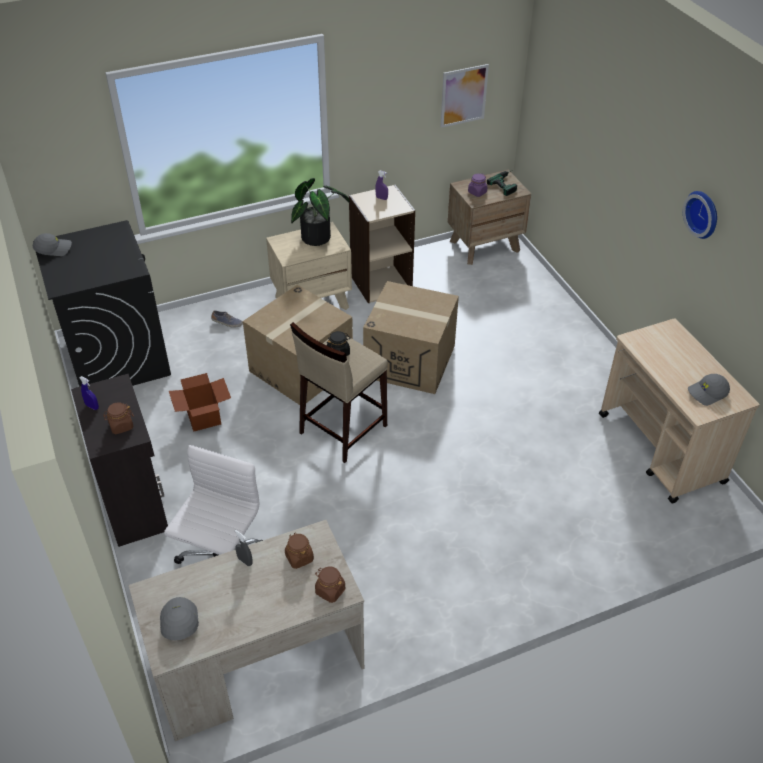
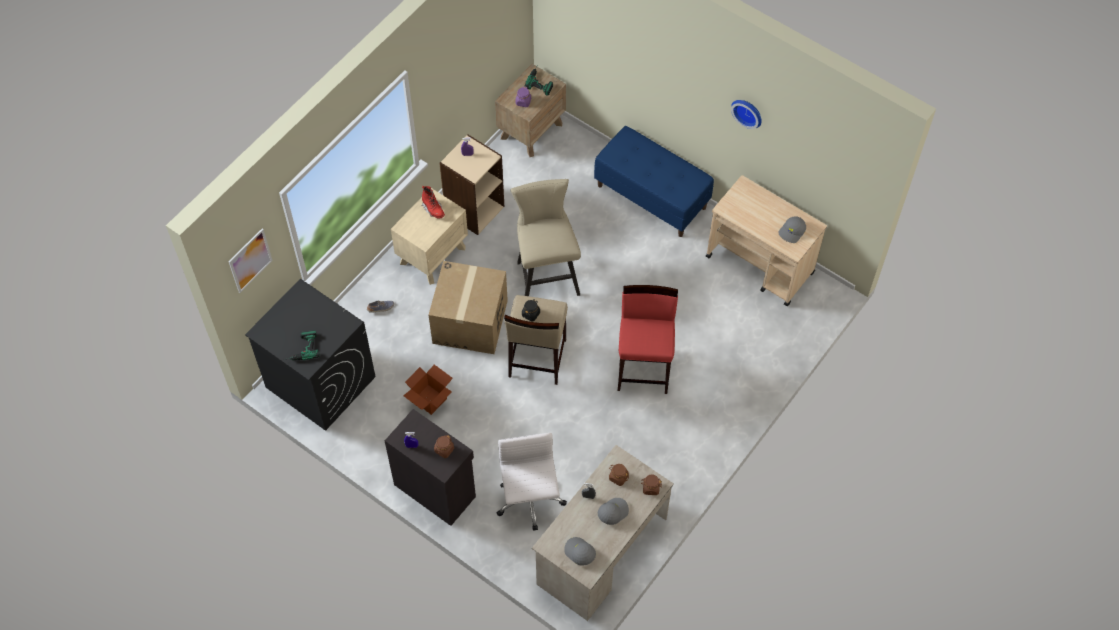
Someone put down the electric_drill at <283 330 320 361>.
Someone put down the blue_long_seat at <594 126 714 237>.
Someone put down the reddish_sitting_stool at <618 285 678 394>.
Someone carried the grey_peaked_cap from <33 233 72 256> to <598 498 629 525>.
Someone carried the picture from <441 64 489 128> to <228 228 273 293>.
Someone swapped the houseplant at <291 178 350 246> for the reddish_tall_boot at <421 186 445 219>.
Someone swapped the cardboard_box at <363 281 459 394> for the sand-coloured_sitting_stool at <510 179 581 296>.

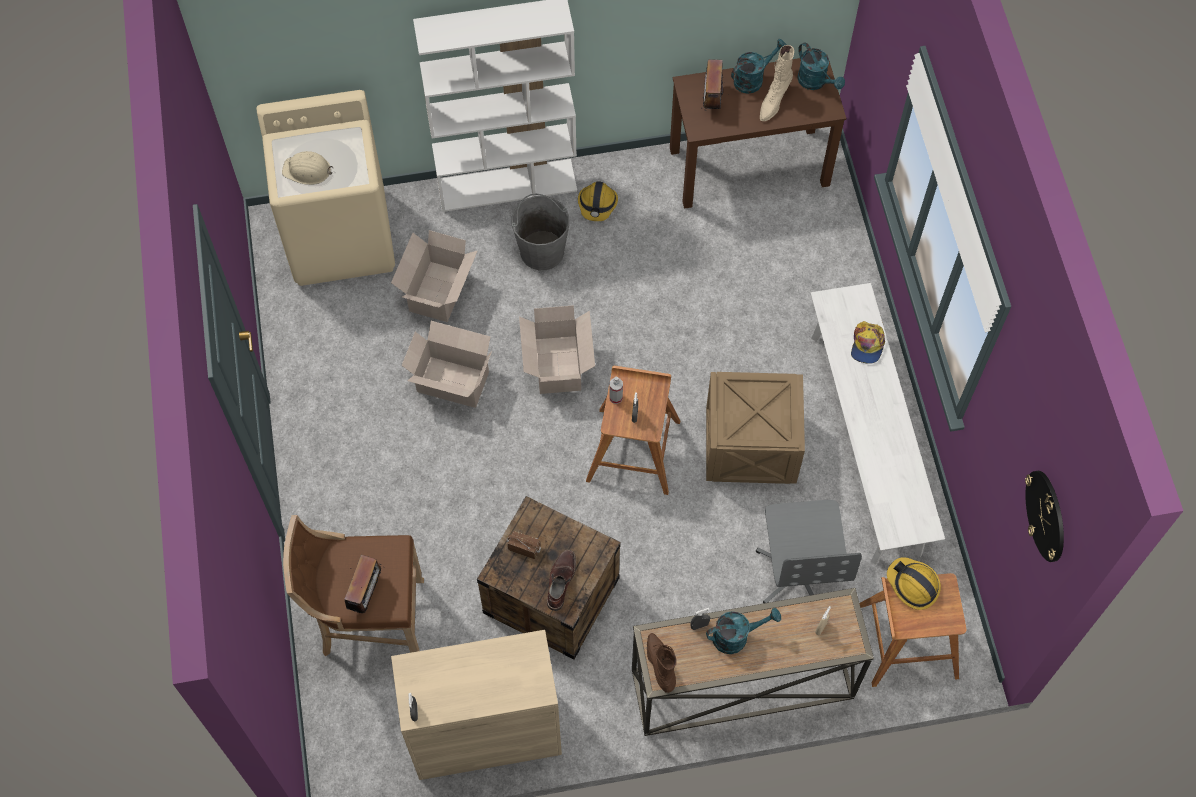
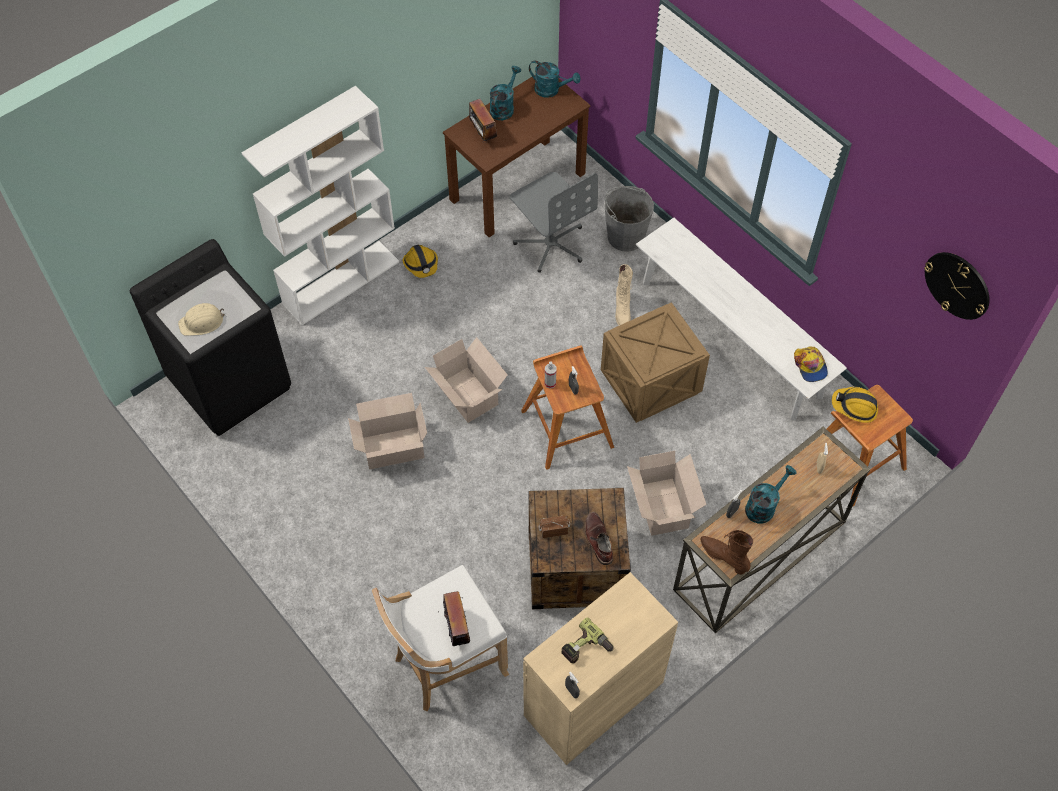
Someone put down the electric_drill at <561 617 614 664>.
Someone carried the cardboard_box from <391 230 478 322> to <627 451 707 536>.
Someone carried the grey_pail from <512 193 570 270> to <604 186 654 252>.
Someone carried the grey_office_chair from <756 500 862 603> to <510 172 598 273>.
Someone carried the sand-coloured_tall_boot from <760 45 794 121> to <615 264 633 326>.
Someone carried the peaked_cap from <851 321 885 364> to <794 347 828 382>.
Someone repainted the sand-coloured_laundry_appliance at <256 90 395 286>, which became the black-coloured_laundry_appliance at <130 239 291 436>.
Someone repainted the brownish_sitting_stool at <283 515 424 657>, which became the white_sitting_stool at <372 565 509 712>.

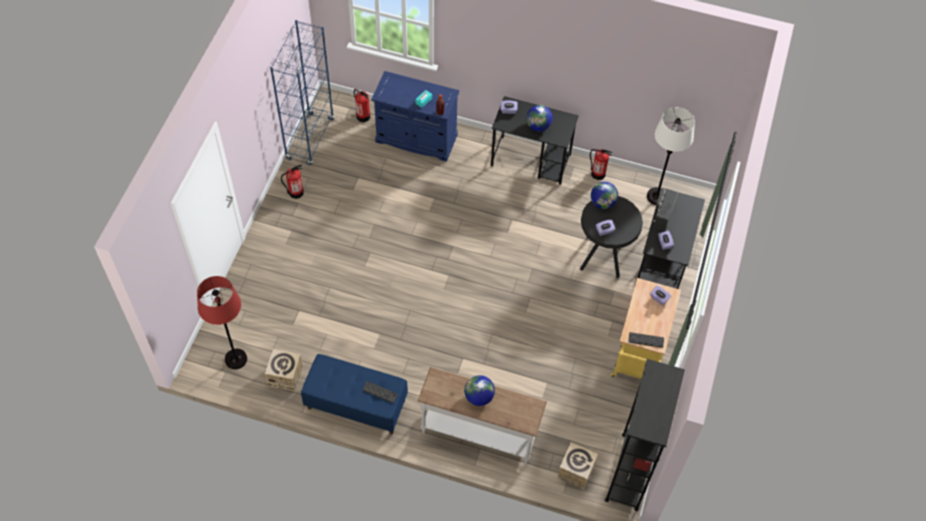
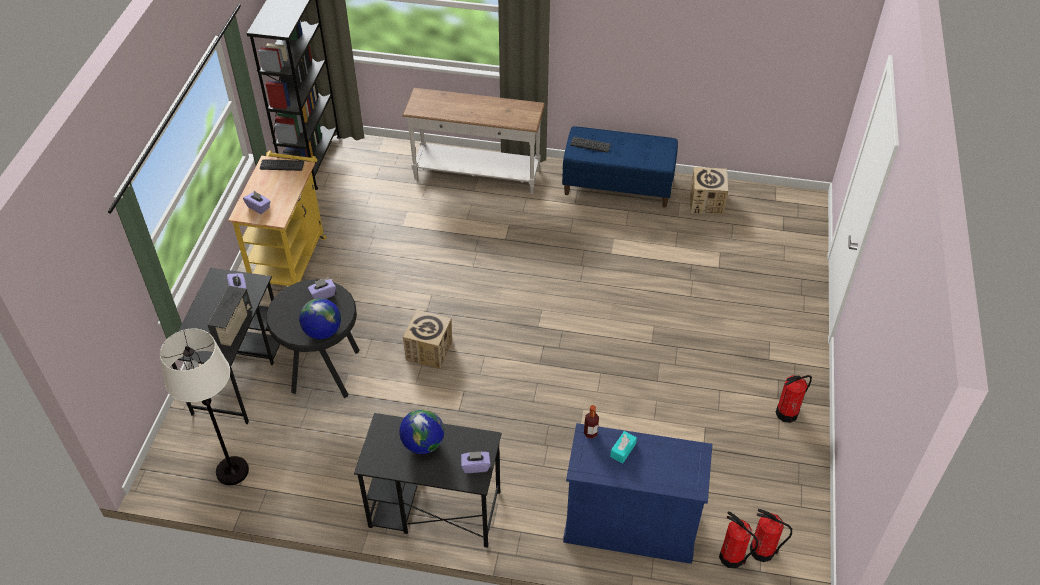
Someone took away the reddish_standard_lamp at <197 276 247 369>.
Someone took away the blue_bookcase at <270 20 334 165>.
Someone took away the world_globe at <464 375 495 406>.
Someone carried the cardboard_box from <558 442 598 490> to <403 310 452 369>.
Someone carried the fire_extinguisher from <590 149 613 180> to <750 509 792 562>.

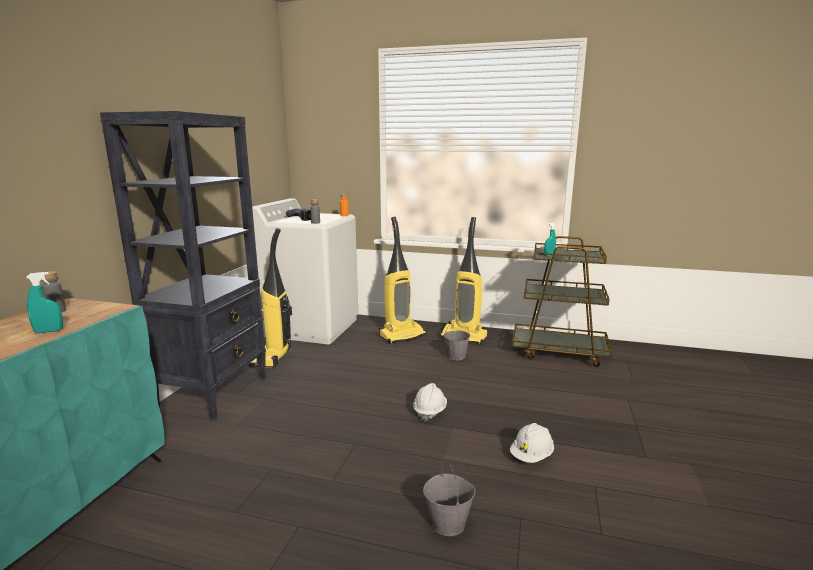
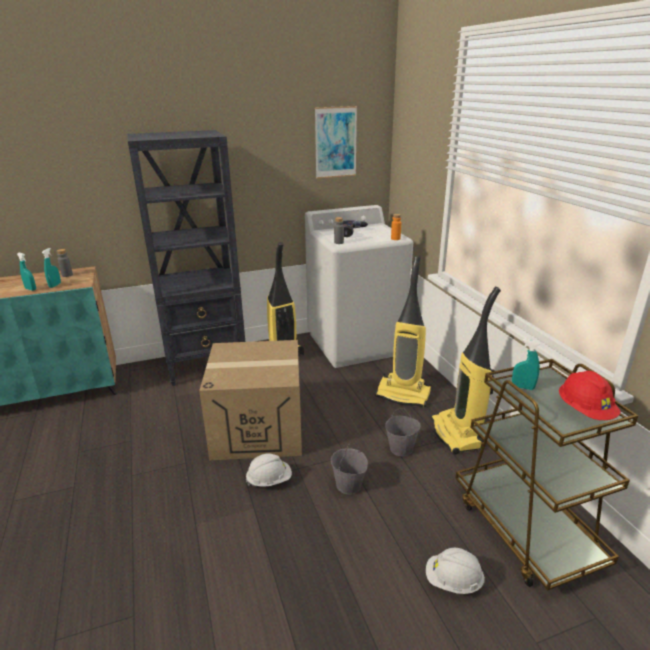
Someone put down the turquoise-coloured_sprayer at <42 248 61 288>.
Someone put down the cardboard_box at <199 340 302 460>.
Someone put up the picture at <315 106 357 179>.
Someone put down the reddish_safety_helmet at <559 371 620 420>.
Someone carried the grey_pail from <423 463 475 536> to <331 442 368 495>.
Someone carried the white_safety_helmet from <510 423 554 463> to <426 548 485 594>.

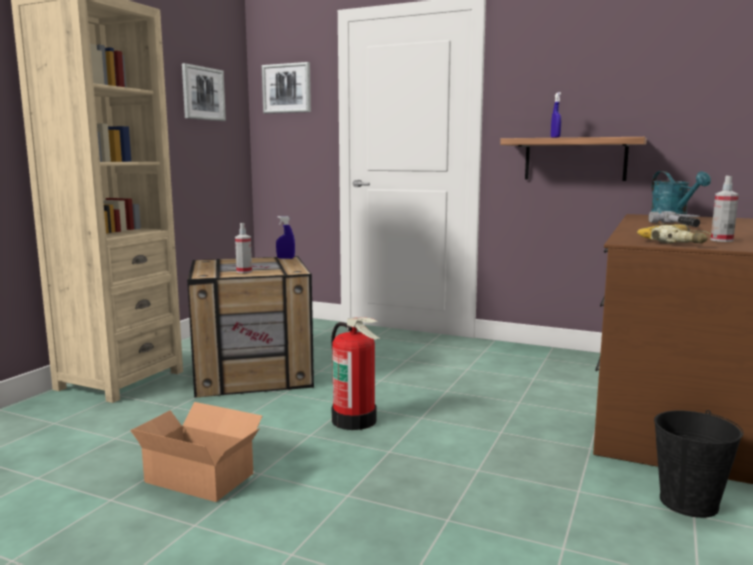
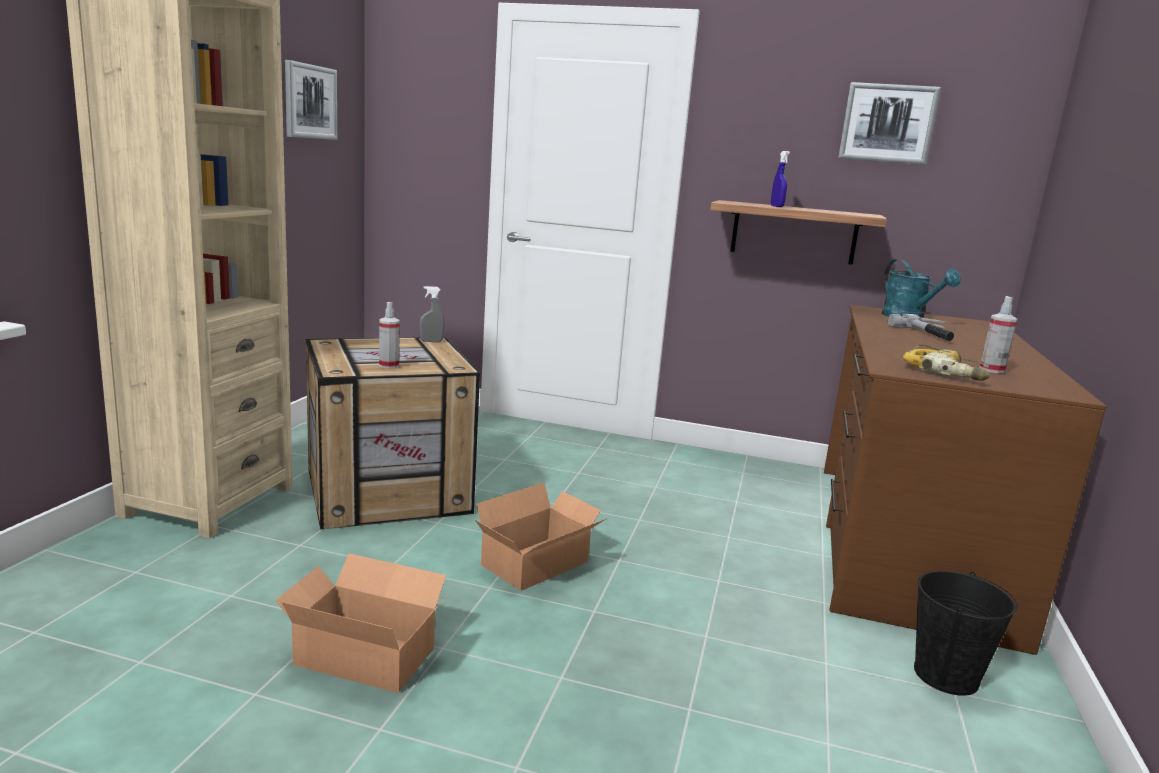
Someone carried the picture from <262 62 311 114> to <838 82 941 165>.
Someone swapped the fire_extinguisher at <331 317 380 430> for the cardboard_box at <474 482 607 591>.
Someone repainted the blue_sprayer at <276 216 295 259>, which became the grey_sprayer at <419 286 445 342>.

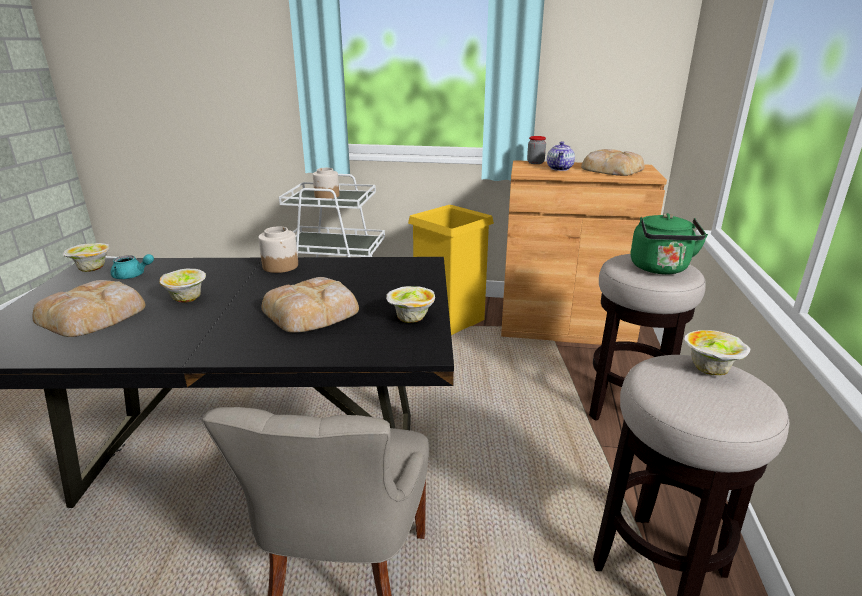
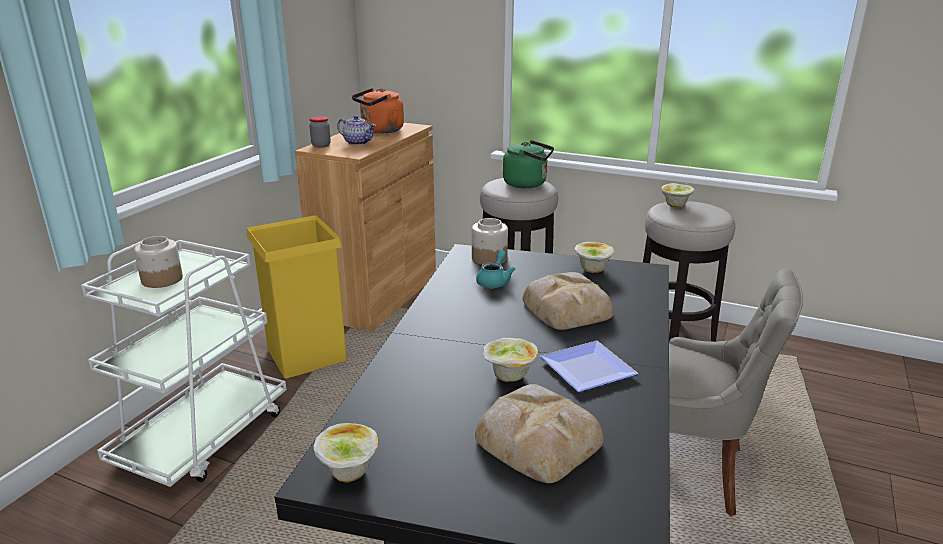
Someone put down the dinner_plate at <540 341 639 392>.
Someone carried the turquoise-coloured_pot_for_tea from <111 254 154 279> to <476 250 515 288>.
Someone carried the preserve_jar from <258 226 298 273> to <472 218 508 265>.
Someone swapped the bakery_bread at <581 149 644 176> for the orangey_tea_kettle at <352 88 404 133>.

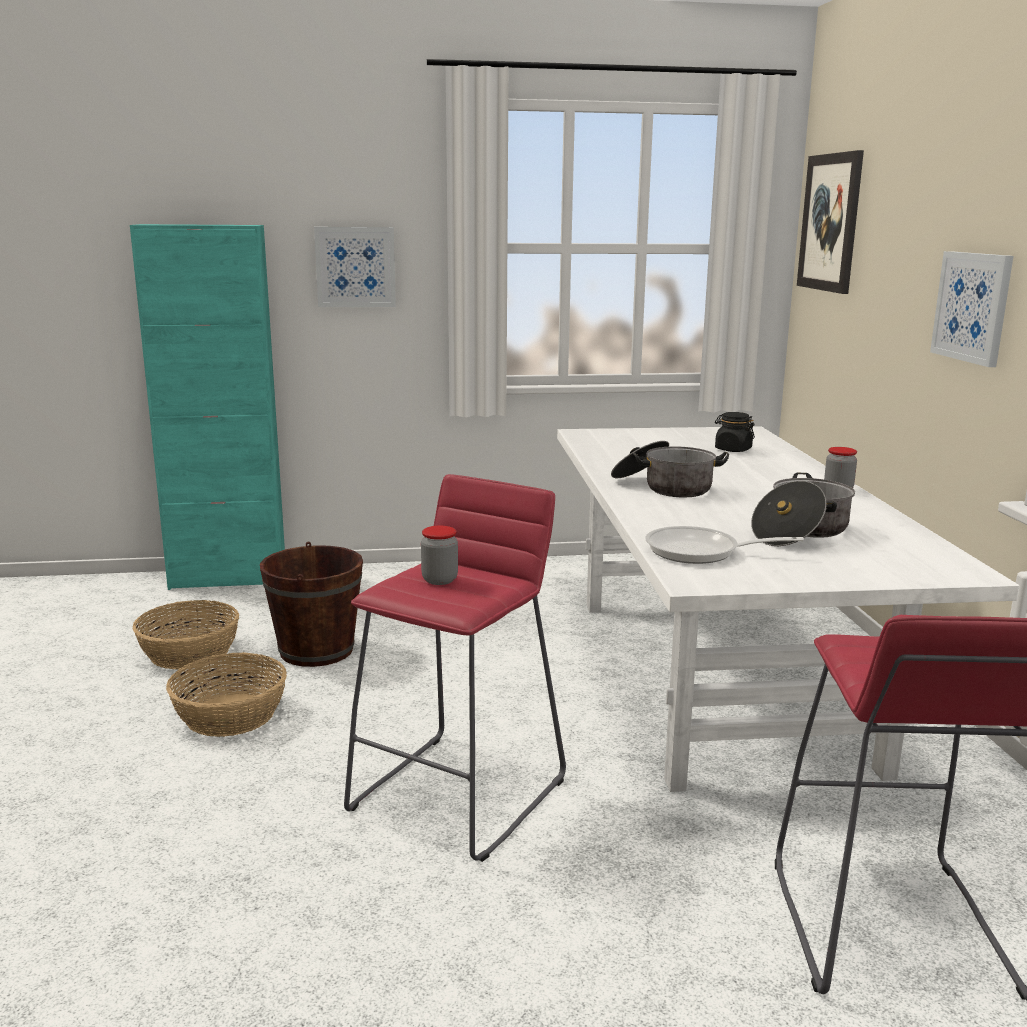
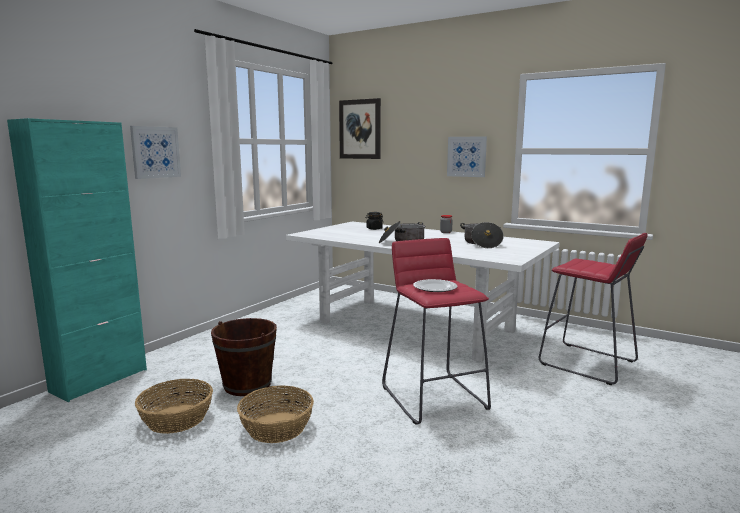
Someone took away the pan at <645 526 804 564>.
Someone swapped the preserve_jar at <421 526 458 585> for the dinner_plate at <413 279 458 292>.

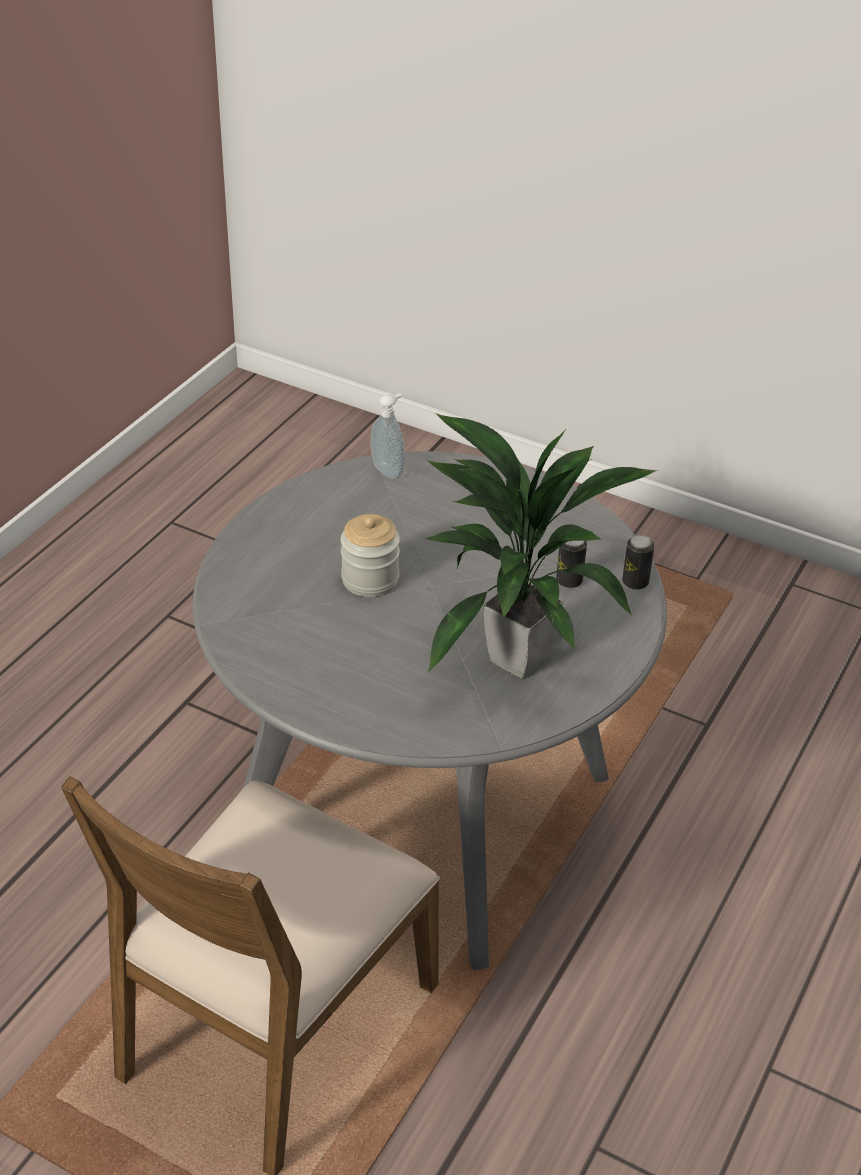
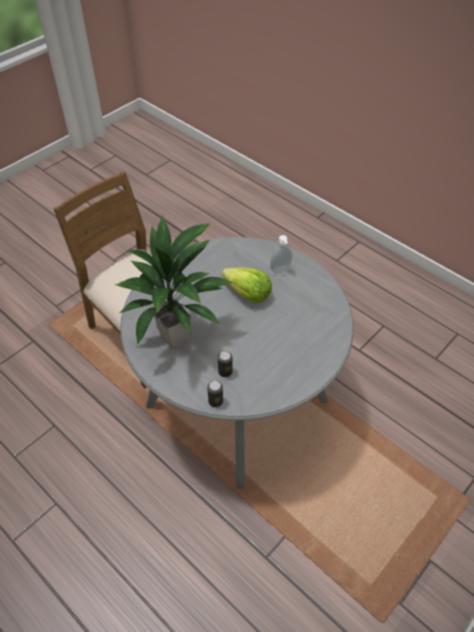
Someone carried the soap_dispenser from <370 393 405 479> to <270 235 293 273>.
Someone swapped the preserve_jar at <341 514 400 597> for the lettuce_head at <222 267 272 303>.

